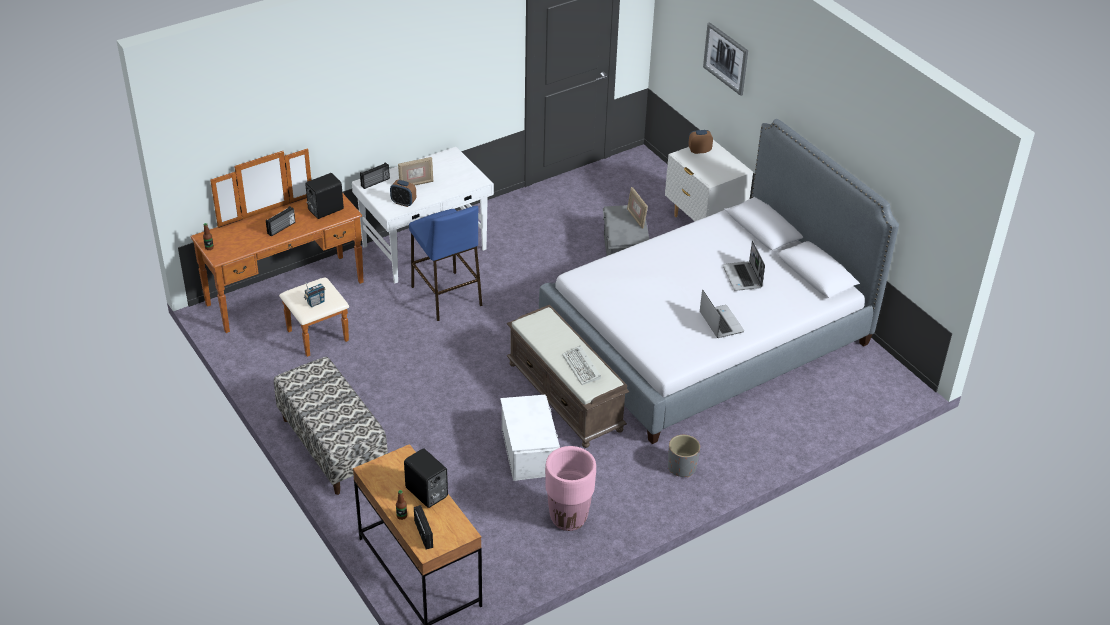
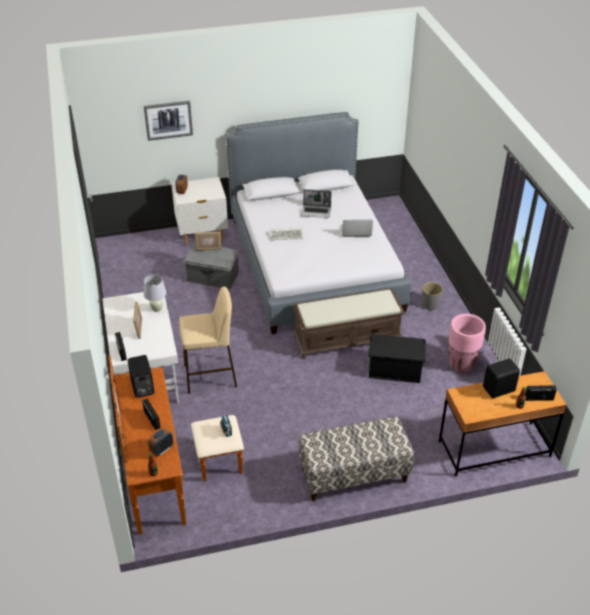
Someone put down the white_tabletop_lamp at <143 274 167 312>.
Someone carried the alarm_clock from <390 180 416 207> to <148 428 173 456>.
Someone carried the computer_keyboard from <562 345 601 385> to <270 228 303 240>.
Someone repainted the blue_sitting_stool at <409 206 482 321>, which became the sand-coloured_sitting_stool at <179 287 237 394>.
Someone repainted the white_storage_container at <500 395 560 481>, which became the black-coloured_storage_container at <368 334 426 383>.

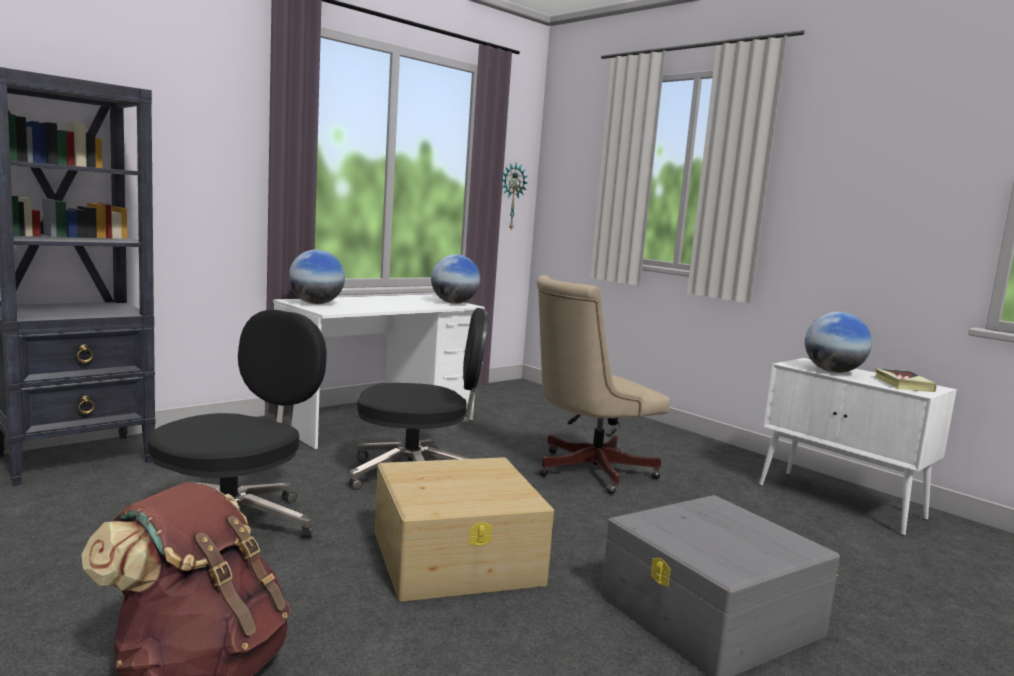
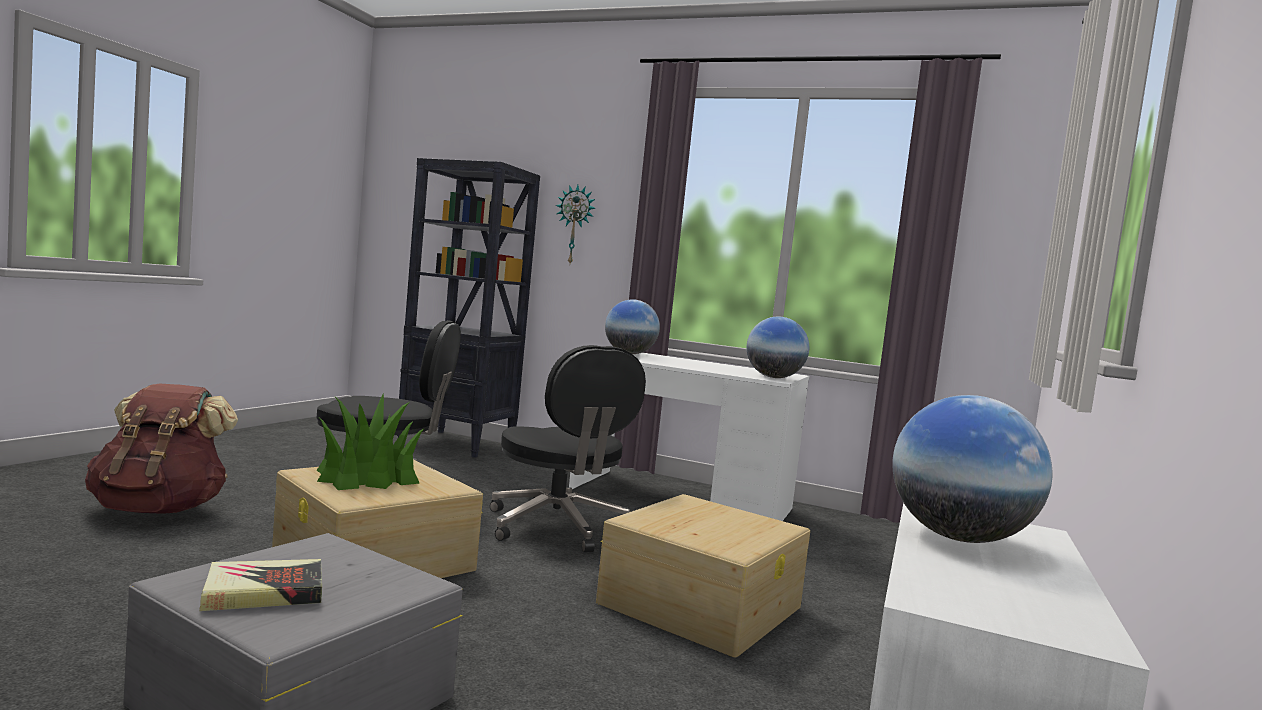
Someone put down the houseplant at <317 393 425 490>.
Someone carried the wall_clock from <502 163 527 229> to <556 185 595 264>.
Someone carried the book from <875 368 936 392> to <199 559 322 611>.
Someone swapped the sand-coloured_office_chair at <537 275 670 494> for the sand-coloured_storage_container at <596 494 810 658>.

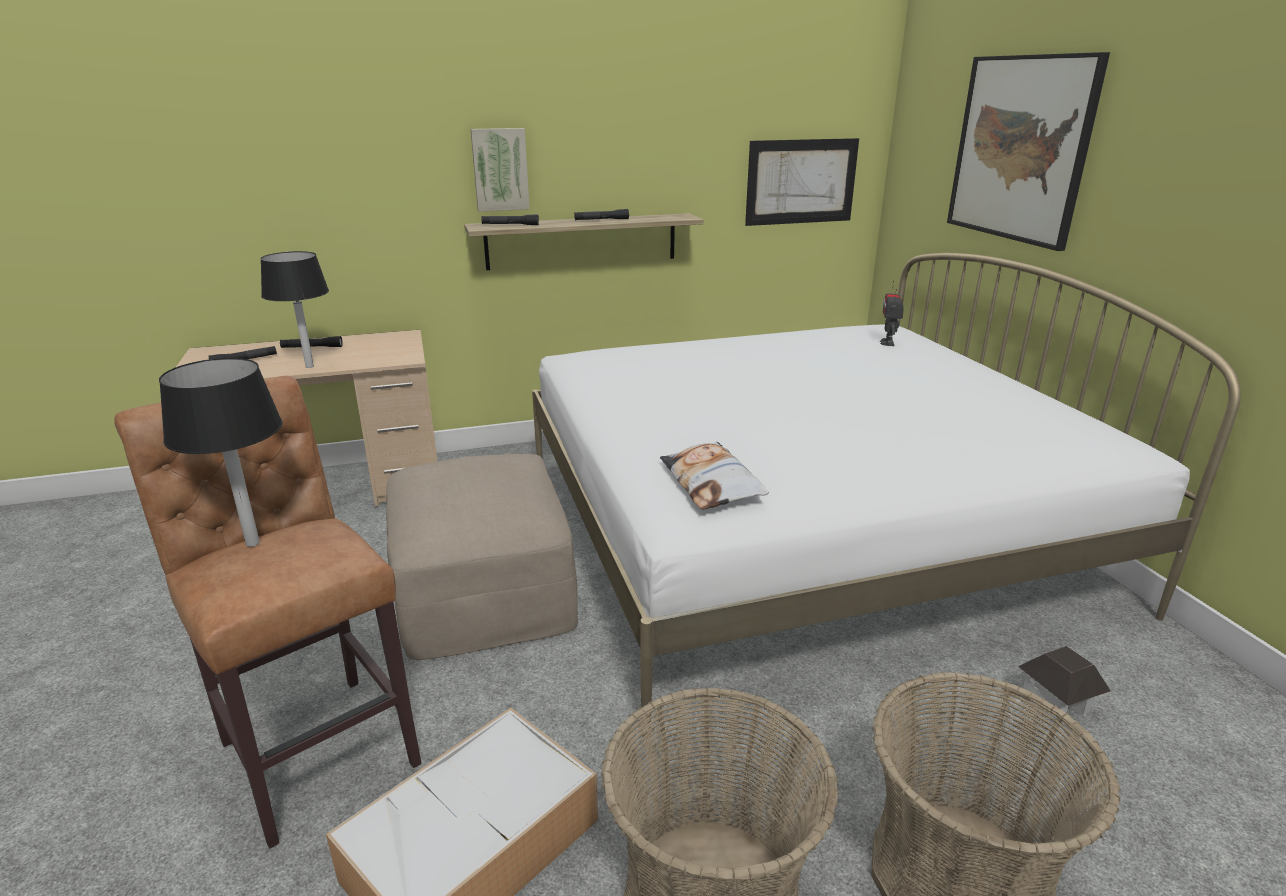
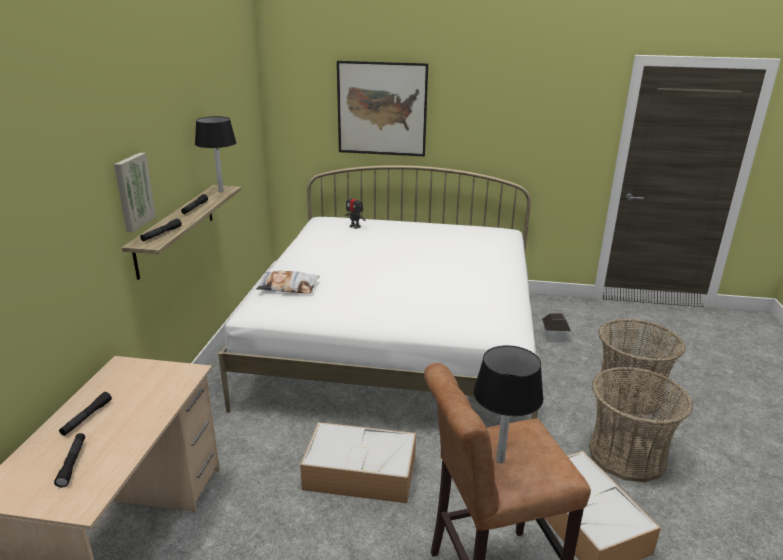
Someone took away the picture at <745 138 859 226>.
Someone carried the black-coloured_tabletop_lamp from <260 251 329 368> to <195 116 237 192>.
Someone carried the throw_pillow from <660 442 769 510> to <256 271 320 294>.
Someone swapped the sand-coloured_footrest at <386 454 578 660> for the storage_container at <300 422 416 503>.

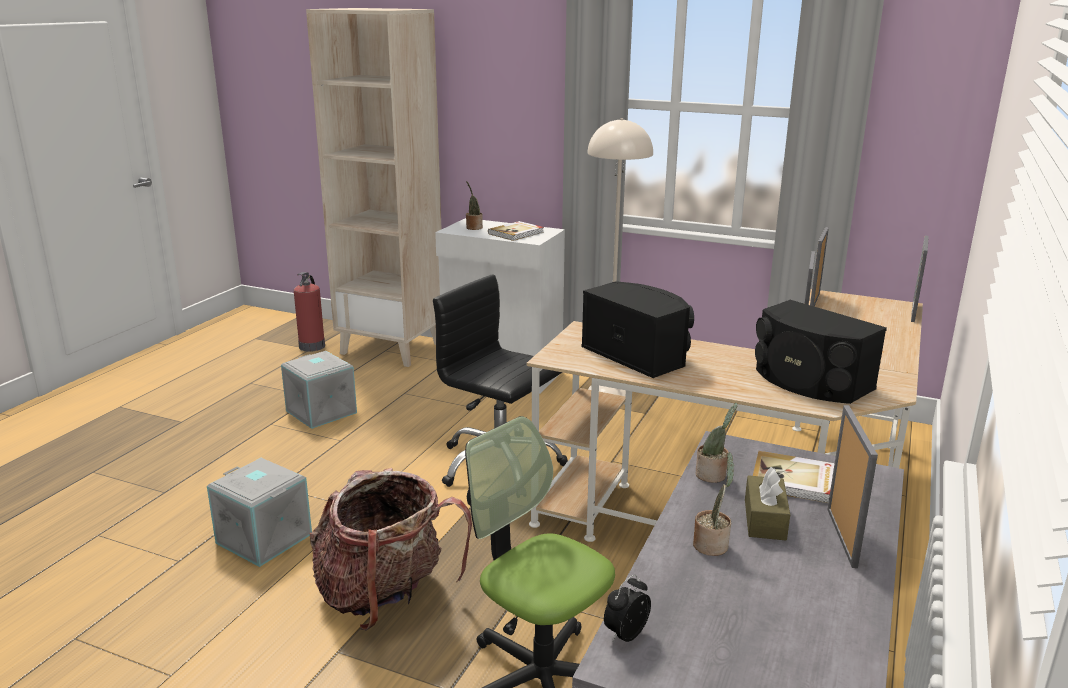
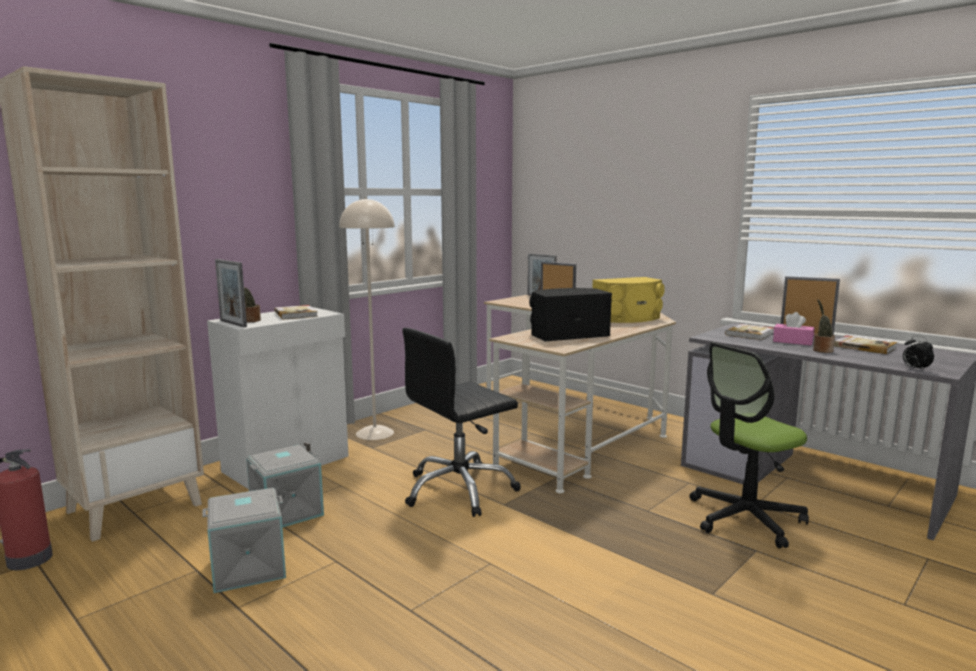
Someone took away the rucksack at <310 468 472 630>.
Someone took away the houseplant at <696 403 737 483>.
Someone put down the book at <834 335 897 354>.
Someone carried the grey_storage_container from <207 458 312 567> to <246 445 324 528>.
Someone carried the standing_frame from <810 227 829 306> to <215 259 247 328>.
Someone repainted the brownish_tissue_holder at <745 467 790 540>, which became the pink_tissue_holder at <773 312 814 345>.
Someone repainted the black-coloured_audio_speaker at <755 300 887 404>, which became the yellow_audio_speaker at <592 277 665 323>.

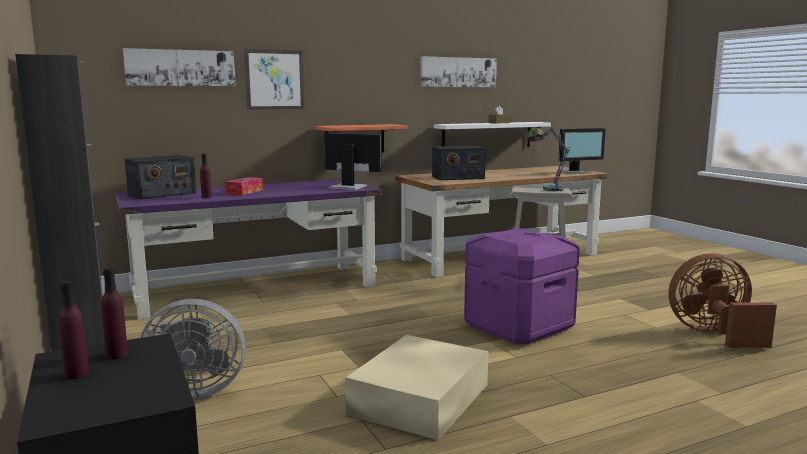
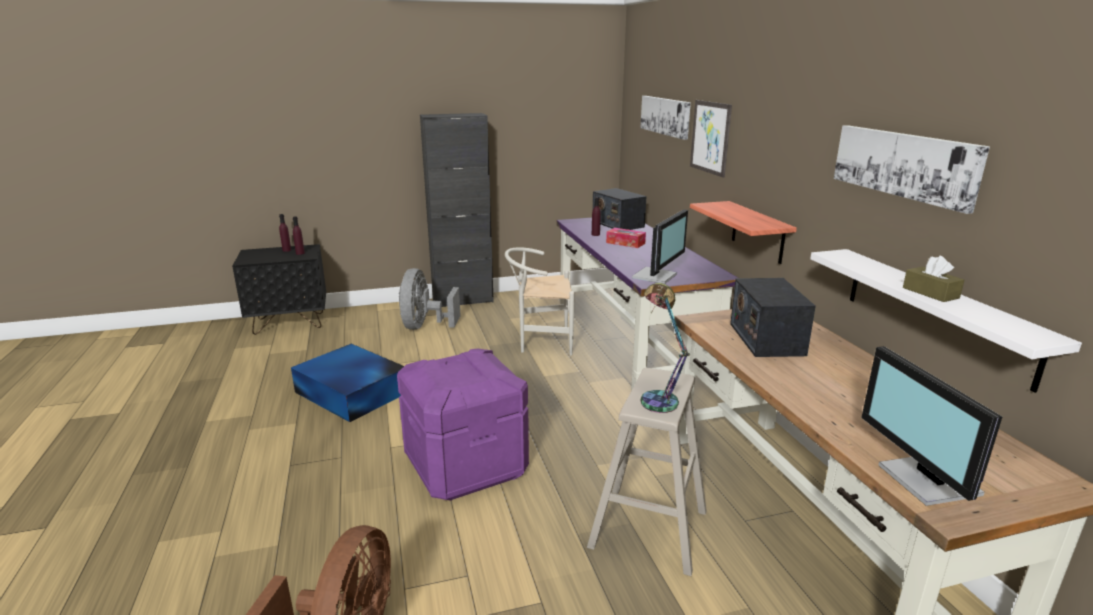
Someone put down the white_upright_chair at <505 247 575 355>.
Someone repainted the sand-coloured_storage_container at <345 335 489 440>, which became the blue_storage_container at <291 344 404 422>.

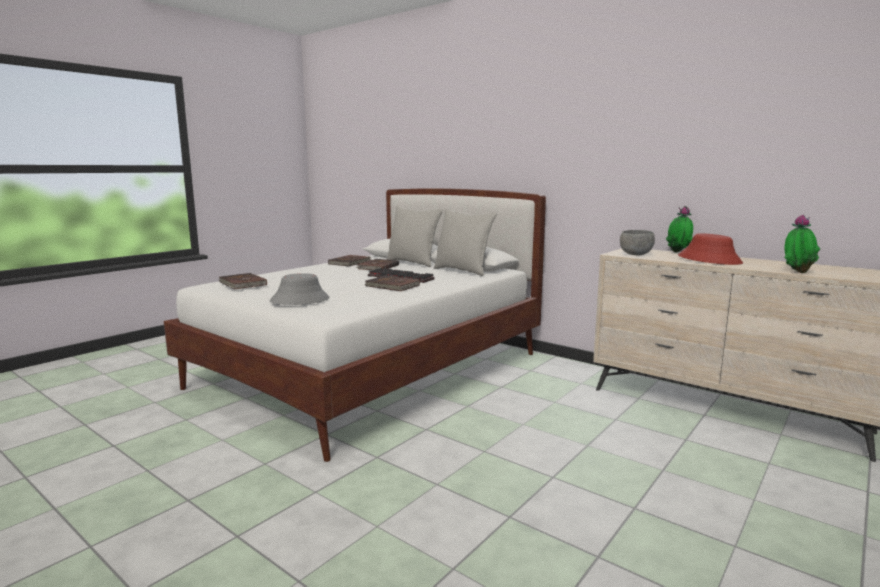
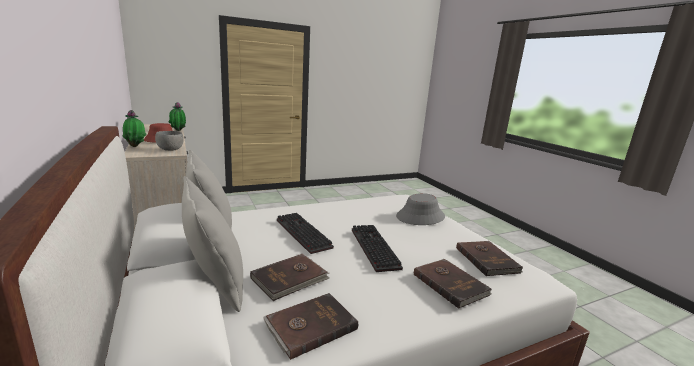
Someone put down the computer_keyboard at <352 225 403 272>.
Someone carried the brownish_book from <365 276 420 291> to <414 259 492 309>.

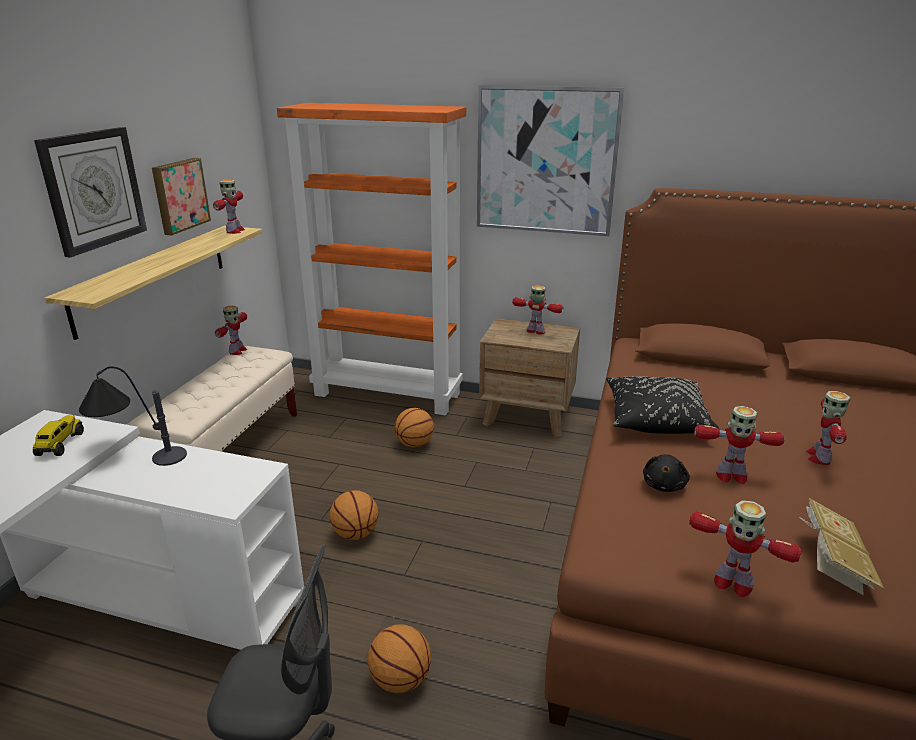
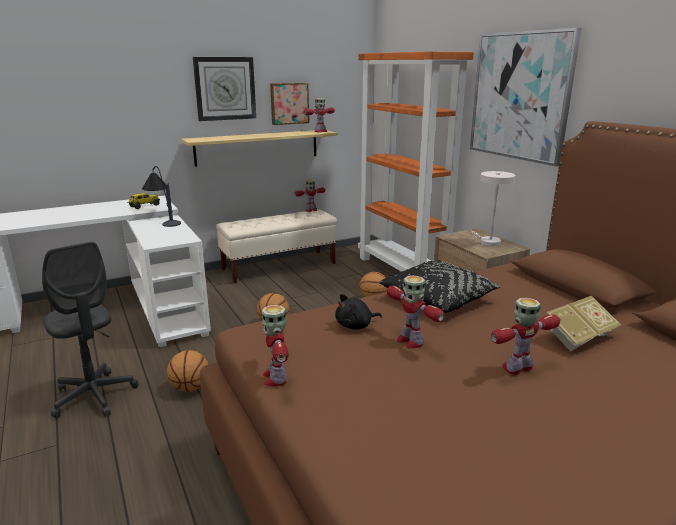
Someone carried the book from <798 498 884 596> to <546 296 621 352>.
Someone swapped the robot_figure at <512 286 563 335> for the white_tabletop_lamp at <472 171 516 246>.

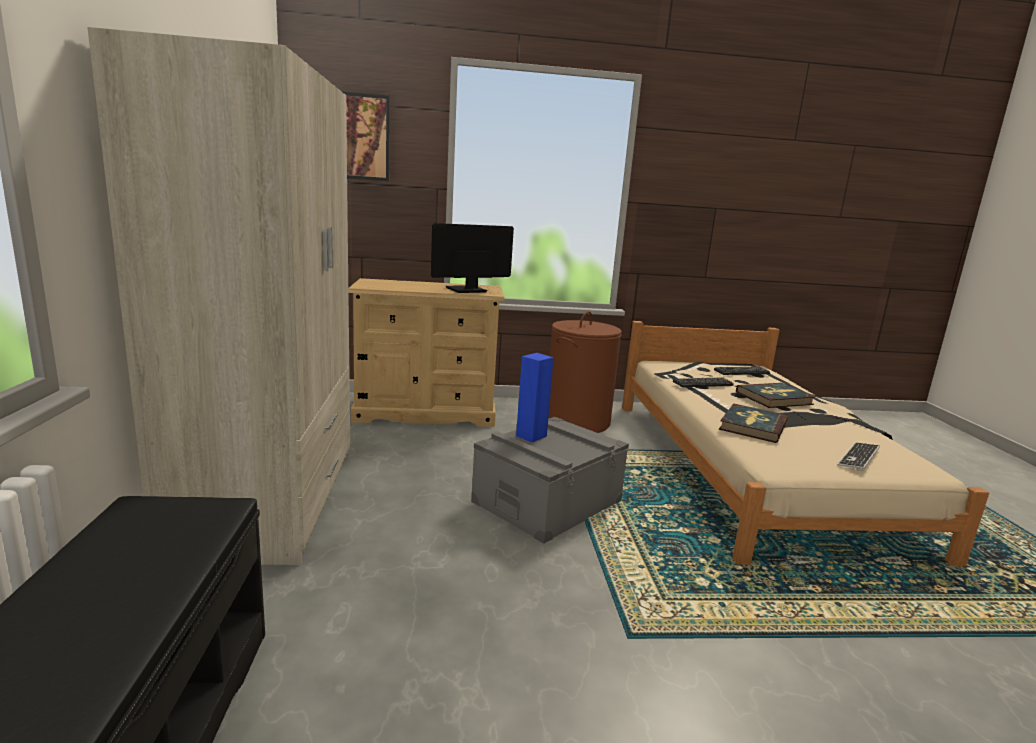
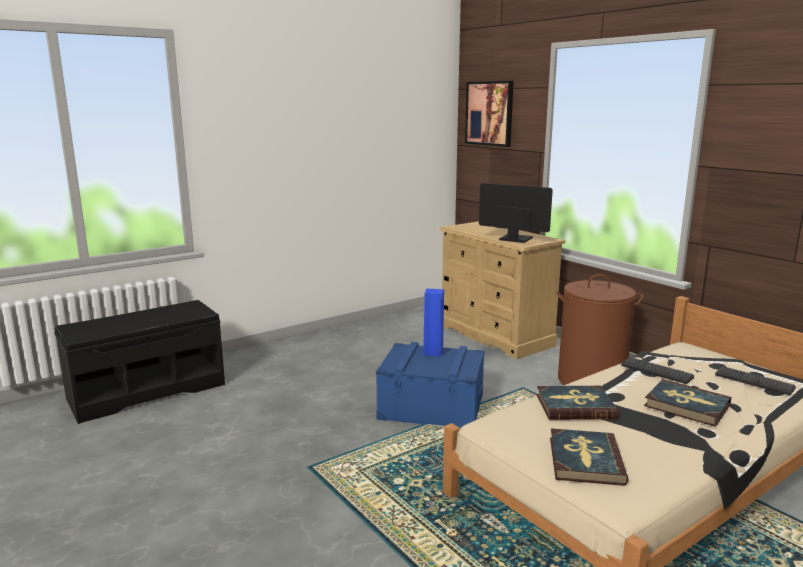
Someone took away the sand-coloured_clothes_cupboard at <87 27 350 565>.
Someone swapped the computer_keyboard at <837 443 880 471> for the book at <550 428 628 486>.
Someone repainted the grey_storage_container at <471 417 629 544>, which became the blue_storage_container at <376 342 485 428>.

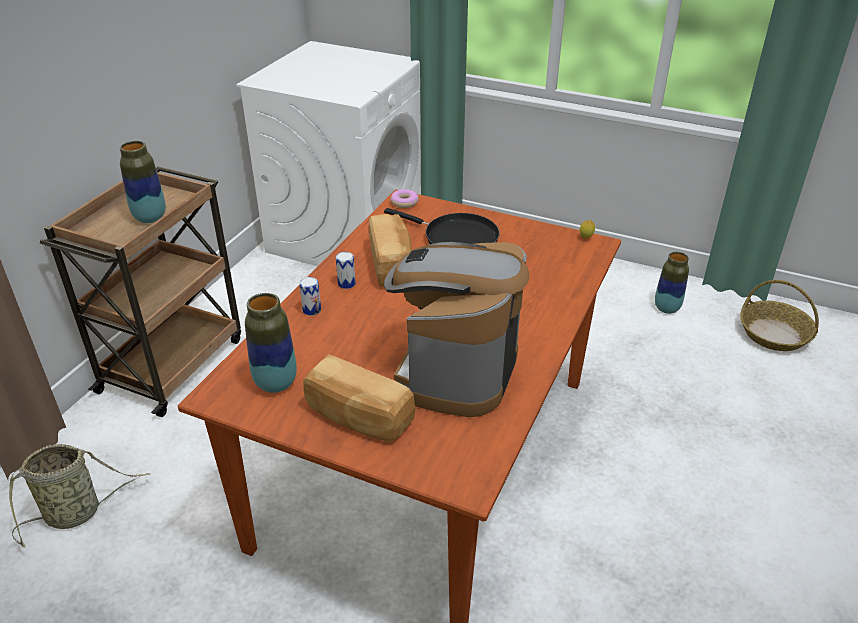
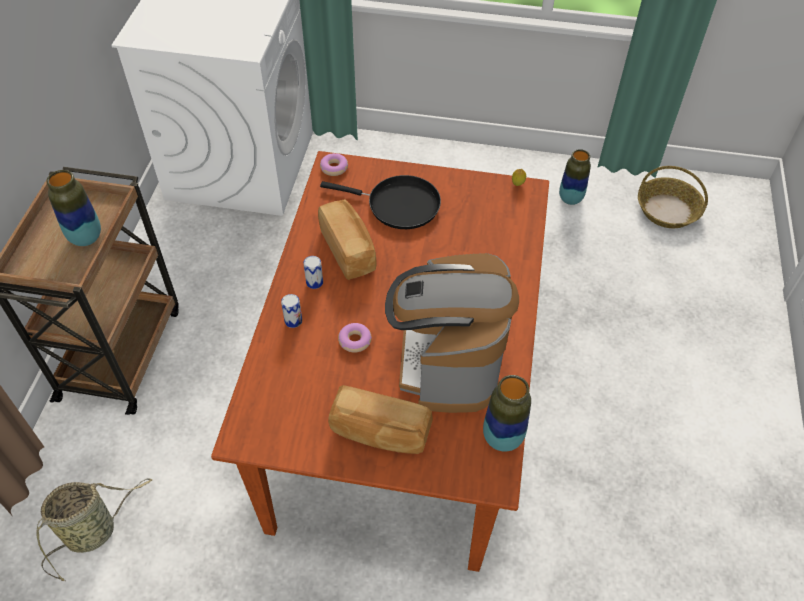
Someone put down the donut at <338 323 372 353>.
Someone carried the decorative_vase from <245 293 297 393> to <483 375 531 452>.

